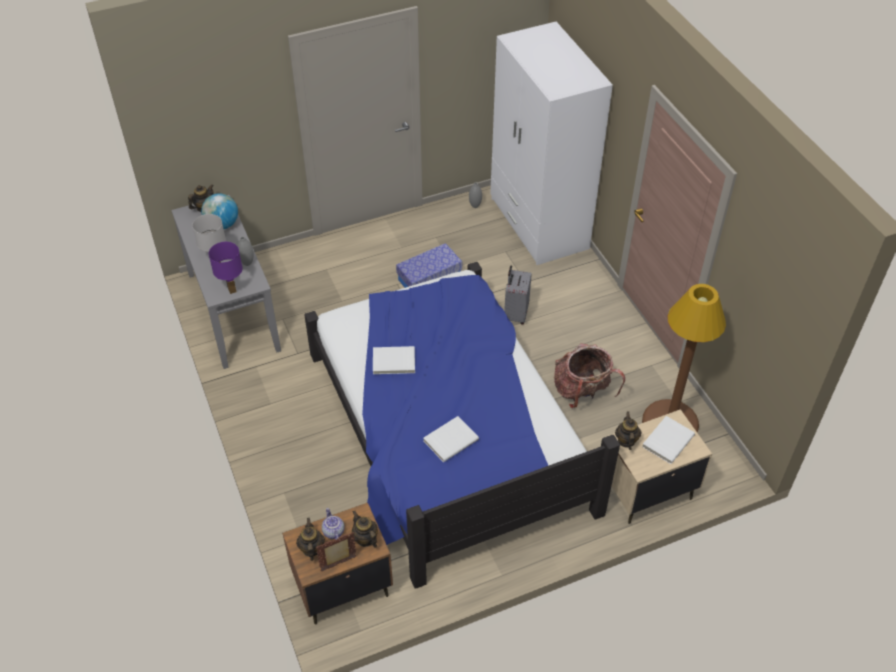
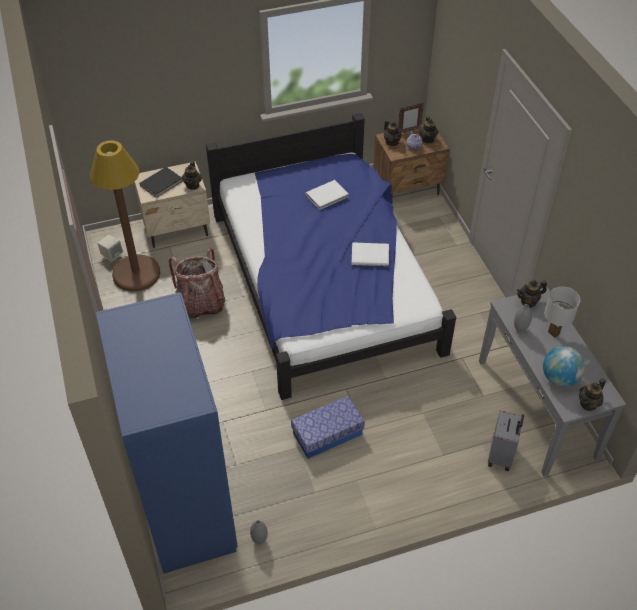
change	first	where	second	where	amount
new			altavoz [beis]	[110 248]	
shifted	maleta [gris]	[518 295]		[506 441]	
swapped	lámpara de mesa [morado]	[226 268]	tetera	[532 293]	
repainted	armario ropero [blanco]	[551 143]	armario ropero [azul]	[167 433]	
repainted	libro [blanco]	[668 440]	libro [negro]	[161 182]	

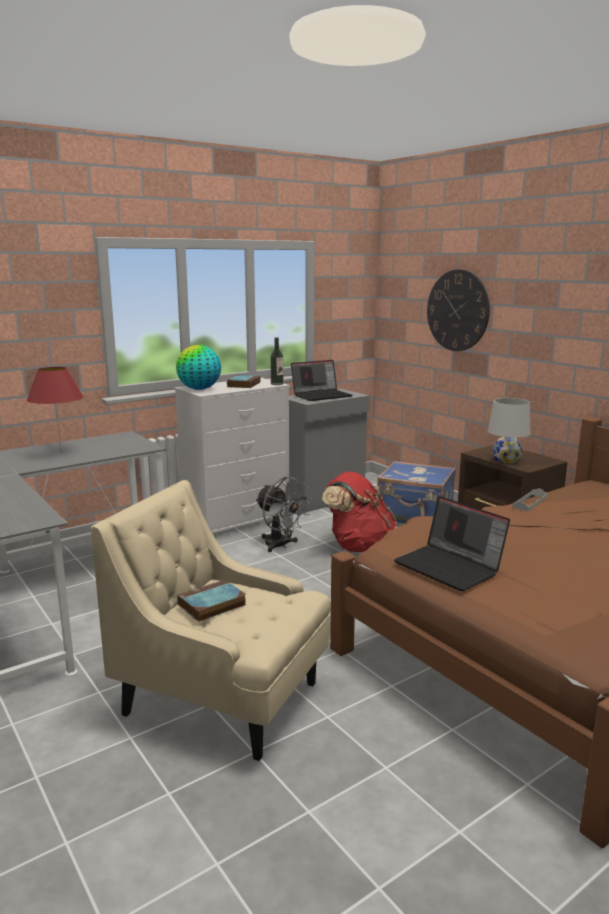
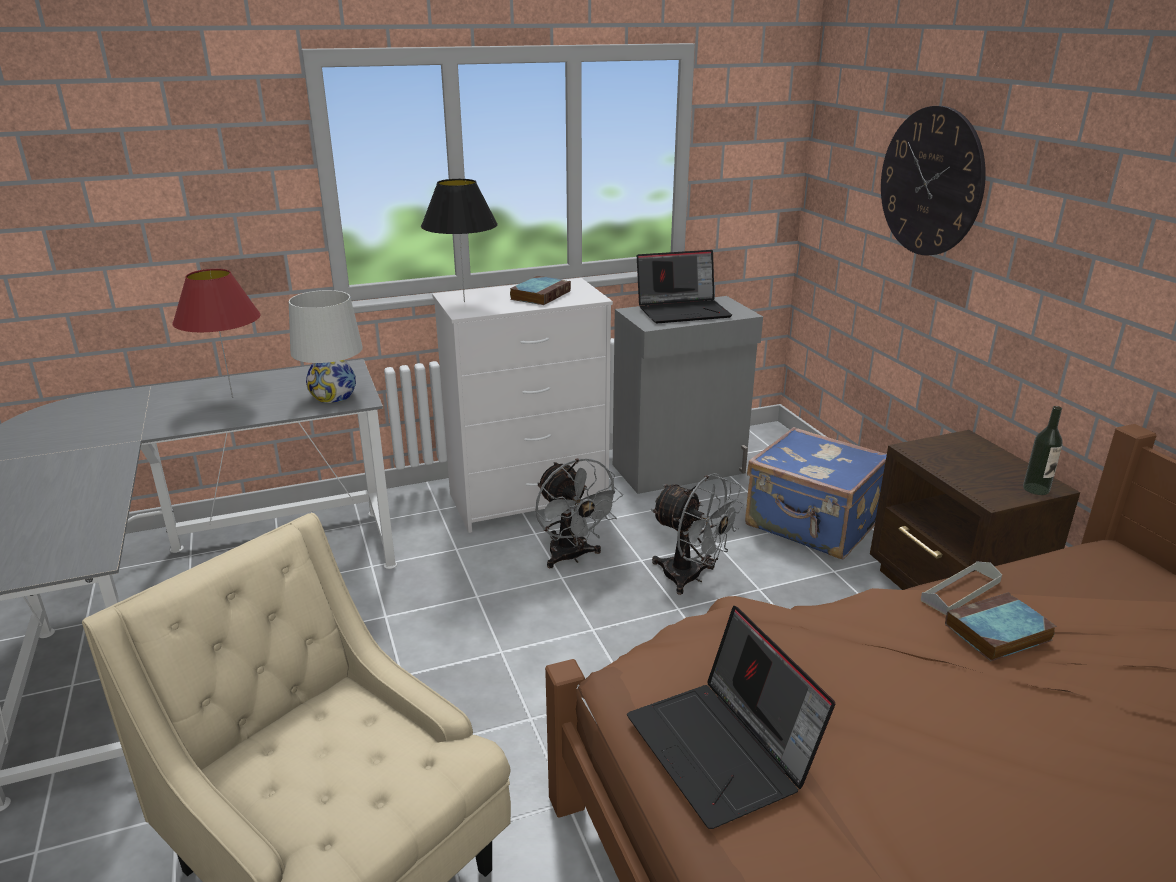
change	first	where	second	where	amount
shifted	libro	[211 601]		[1001 626]	
shifted	botella	[276 361]		[1043 450]	
shifted	lámpara de mesa [blanco]	[509 430]		[326 346]	
swapped	globo terráqueo	[198 367]	lámpara de mesa [negro]	[459 240]	
swapped	mochila [rojo]	[359 511]	ventilador [gris]	[697 534]	

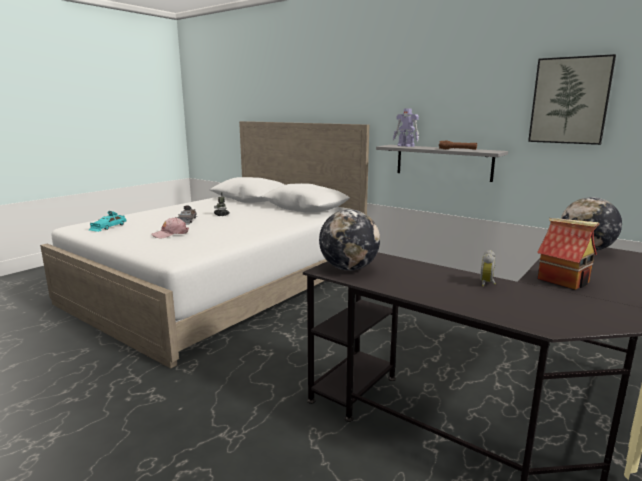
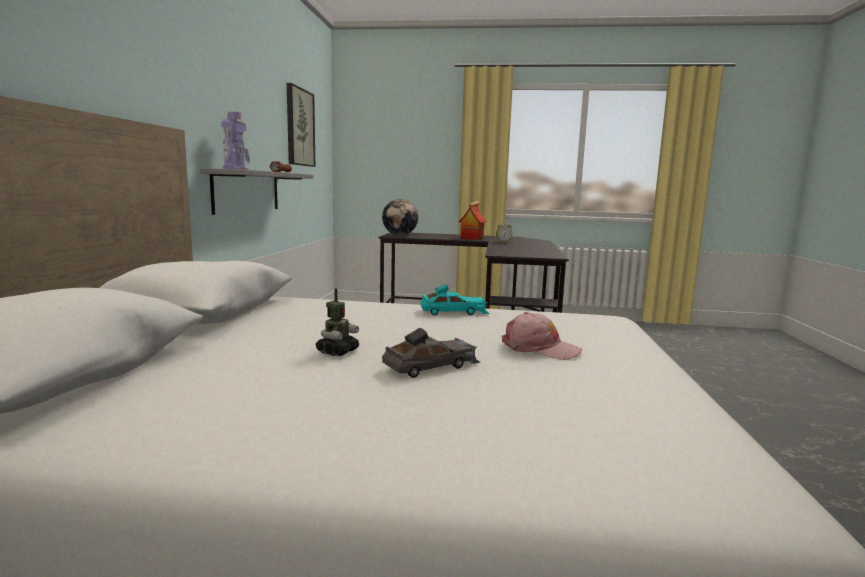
change	first	where	second	where	amount
gone	globo terráqueo	[349 240]			
shifted	coche de juguete [turquesa]	[107 221]		[455 299]	

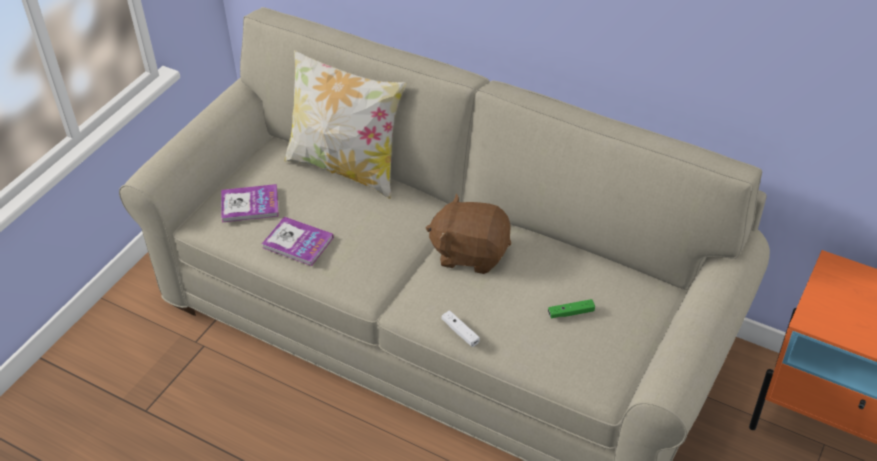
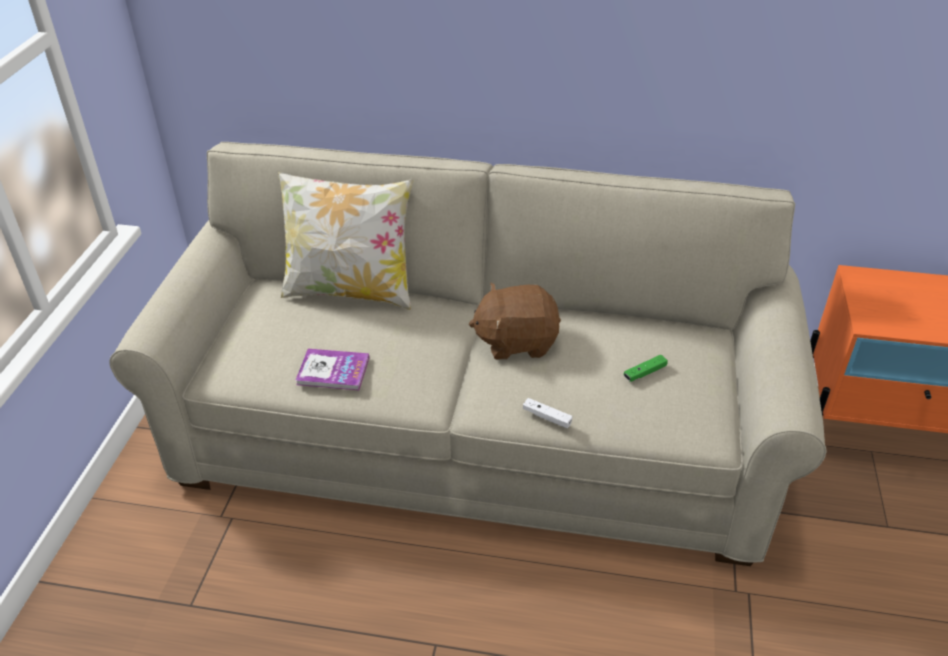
change	first	where	second	where	amount
gone	libro	[250 203]			

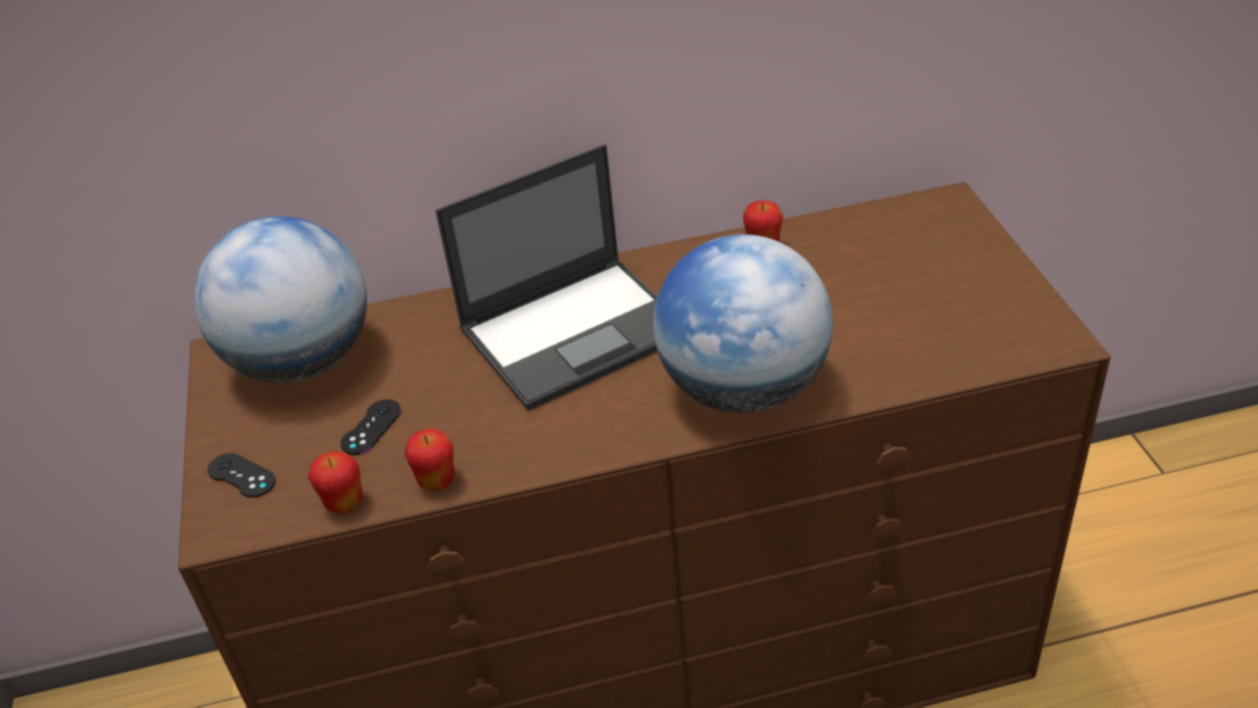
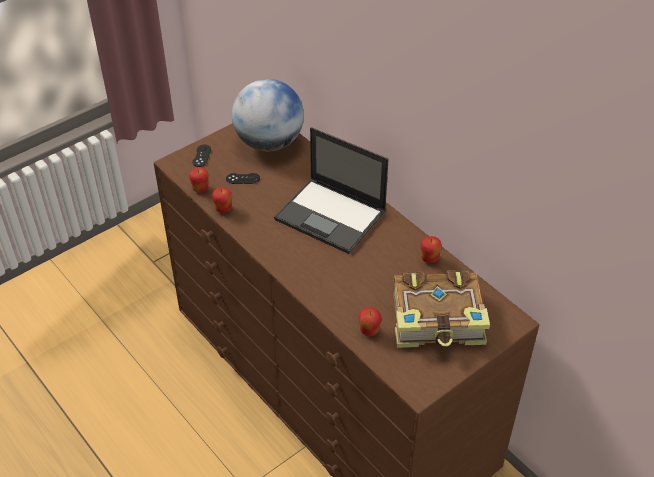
change	first	where	second	where	amount
gone	globo terráqueo	[743 323]			
new			manzana	[370 321]	
new			libro	[441 309]	

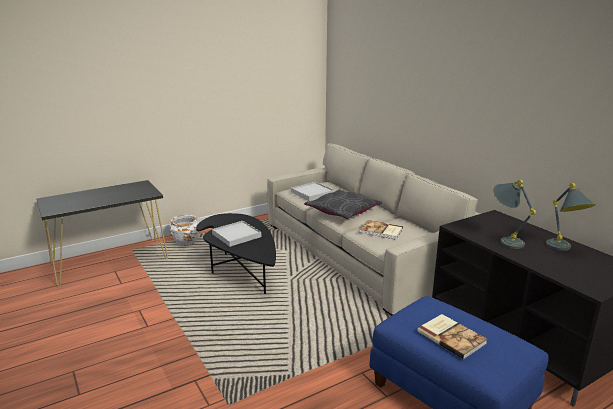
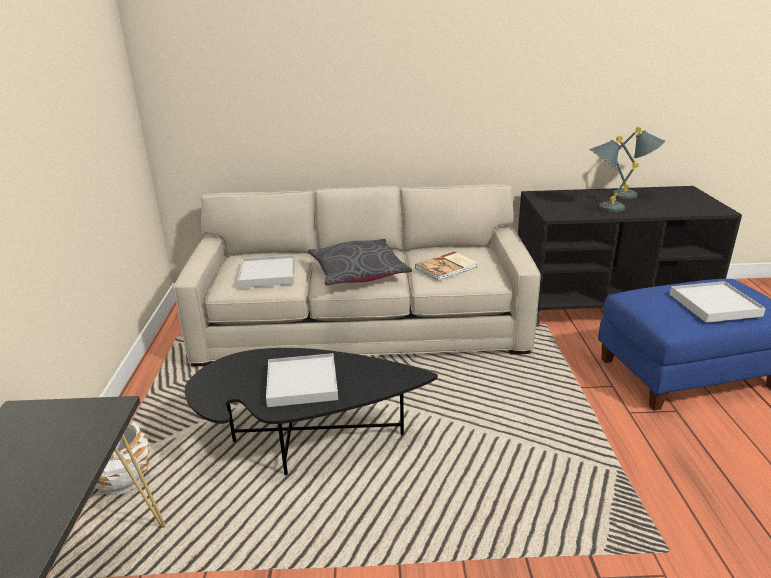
change	first	where	second	where	amount
swapped	libro	[452 337]	bandeja [blanco]	[718 302]	

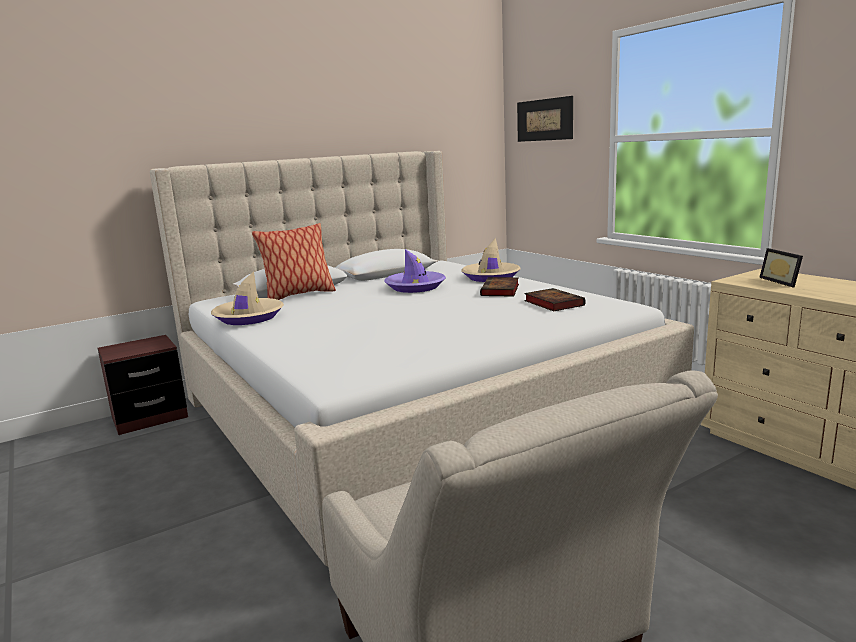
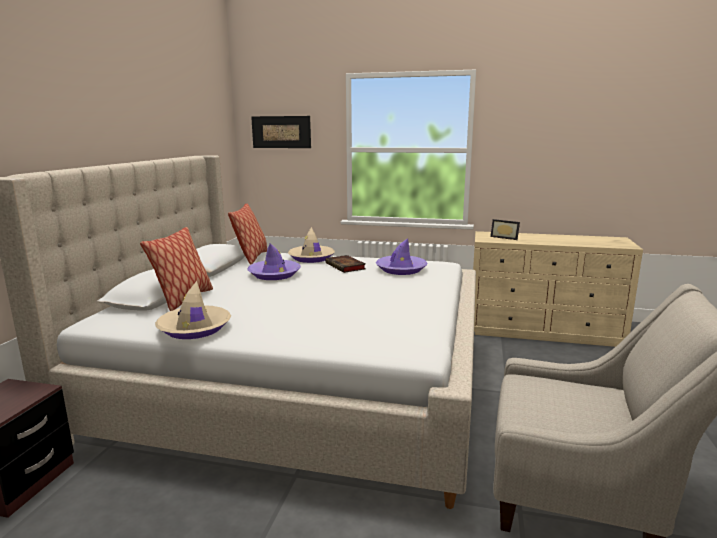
change	first	where	second	where	amount
new			cojín	[247 234]	
swapped	libro	[554 299]	sombrero [morado]	[401 257]	

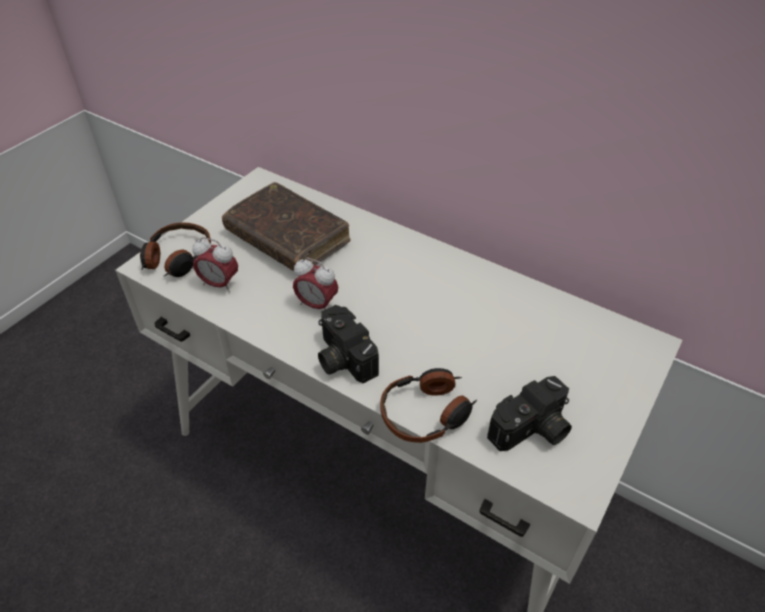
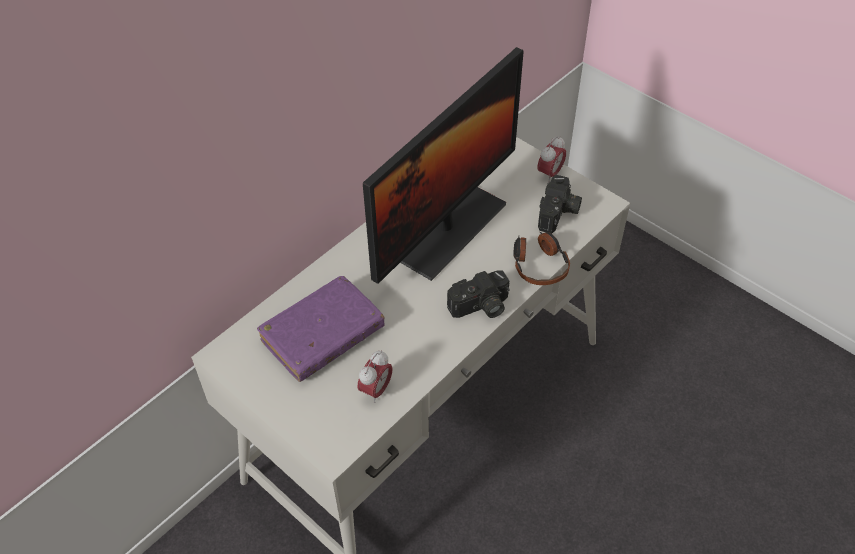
change	first	where	second	where	amount
gone	auriculares	[175 250]			
new			monitor	[443 165]	
shifted	despertador	[315 283]		[552 159]	
repainted	libro [marrón]	[286 226]	libro [morado]	[320 329]	
rotated	cámara	[529 413]		[560 204]	45 degrees clockwise

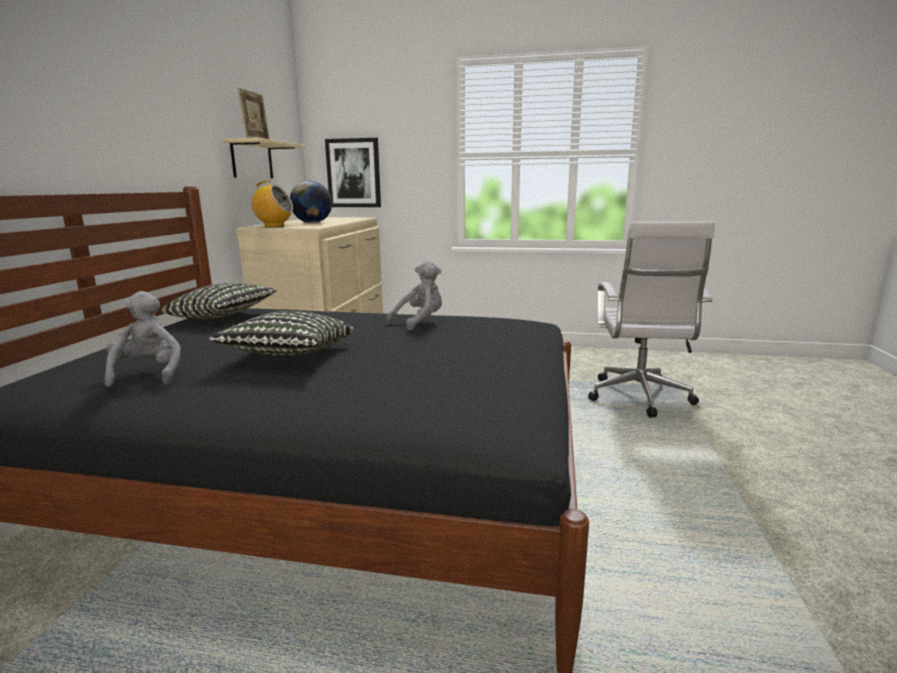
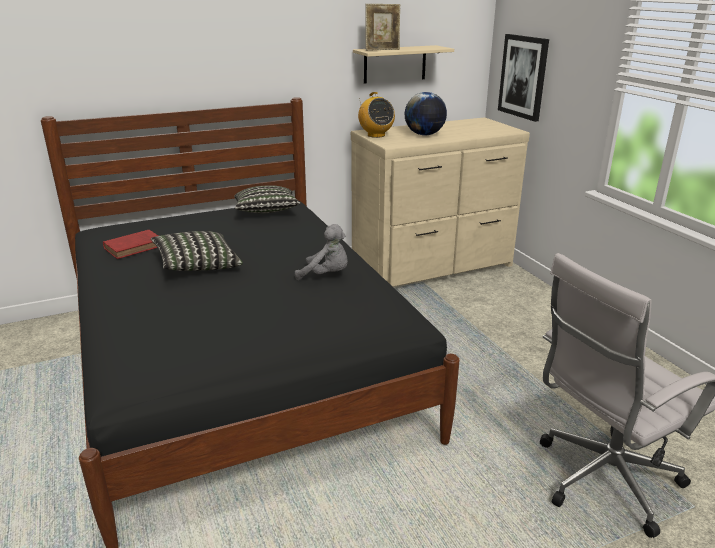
change	first	where	second	where	amount
swapped	peluche [gris]	[143 339]	libro [rojo]	[130 244]	

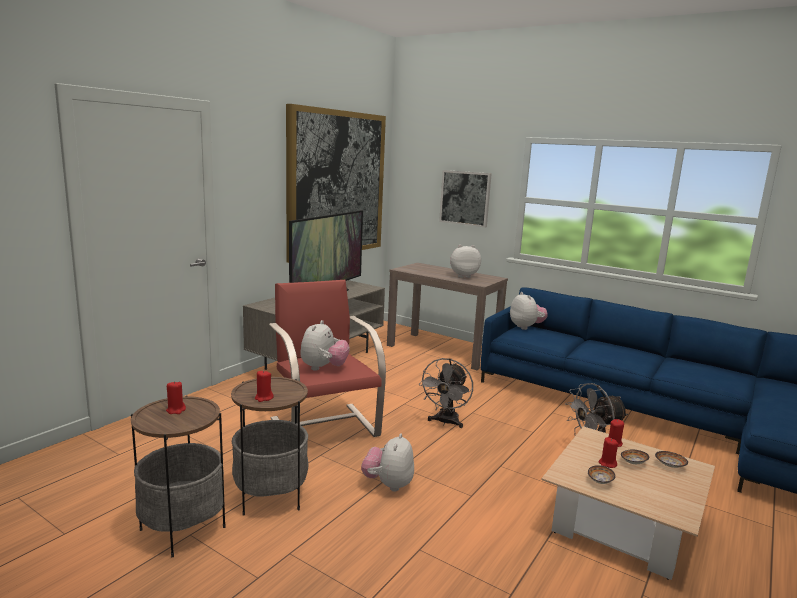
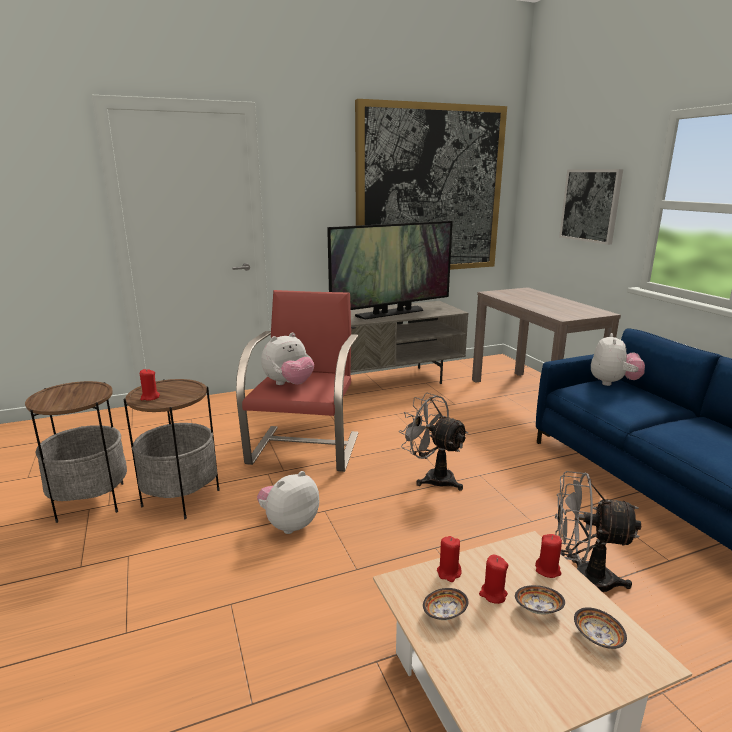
change	first	where	second	where	amount
gone	peluche	[465 261]			
shifted	vela [rojo]	[176 397]		[449 559]	
rotated	ventilador [gris]	[446 393]		[433 442]	75 degrees clockwise

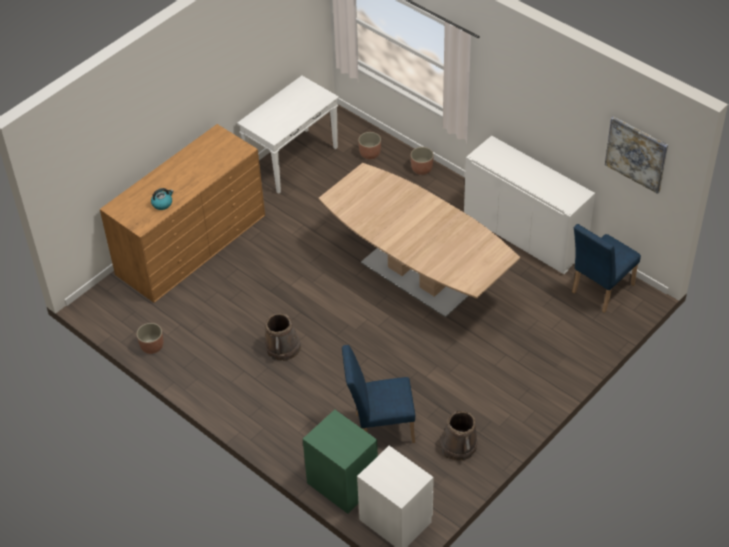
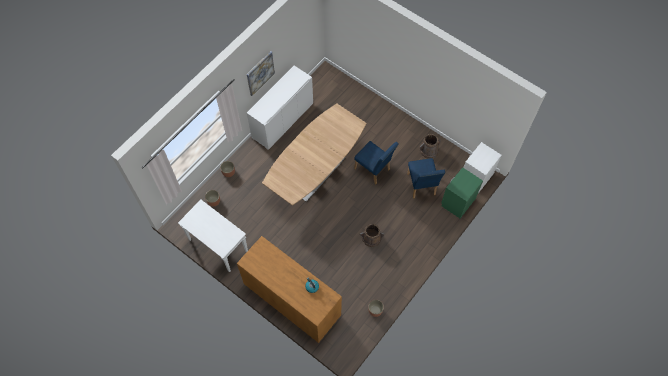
change	first	where	second	where	amount
shifted	silla [azul]	[606 268]		[376 162]	
shifted	cuadro	[636 155]		[261 73]	

